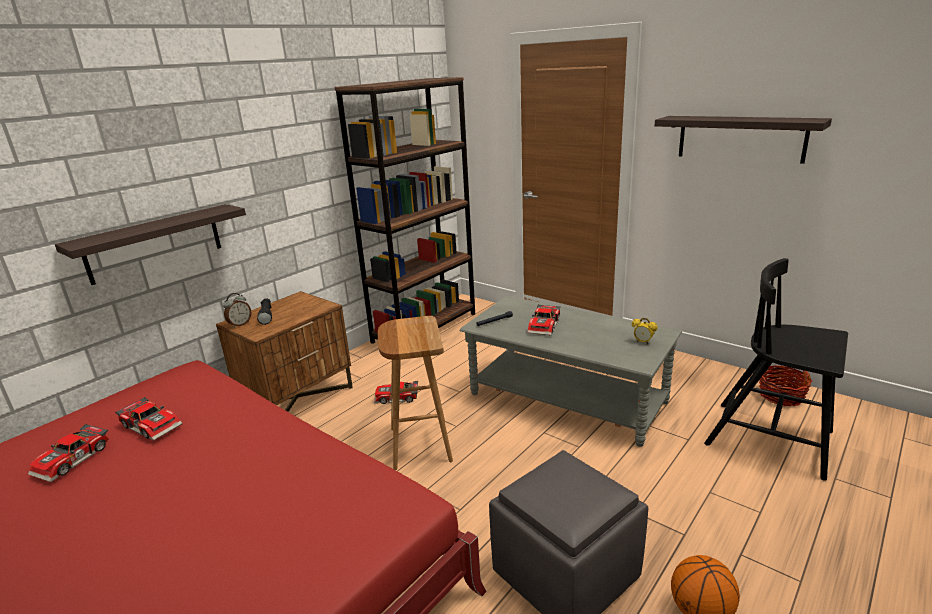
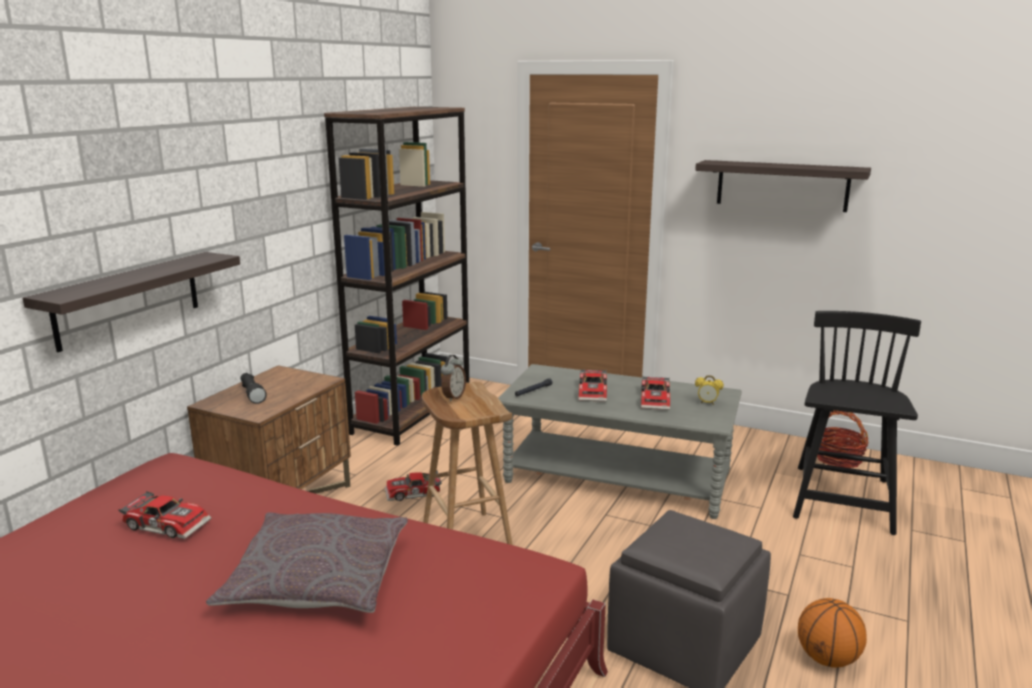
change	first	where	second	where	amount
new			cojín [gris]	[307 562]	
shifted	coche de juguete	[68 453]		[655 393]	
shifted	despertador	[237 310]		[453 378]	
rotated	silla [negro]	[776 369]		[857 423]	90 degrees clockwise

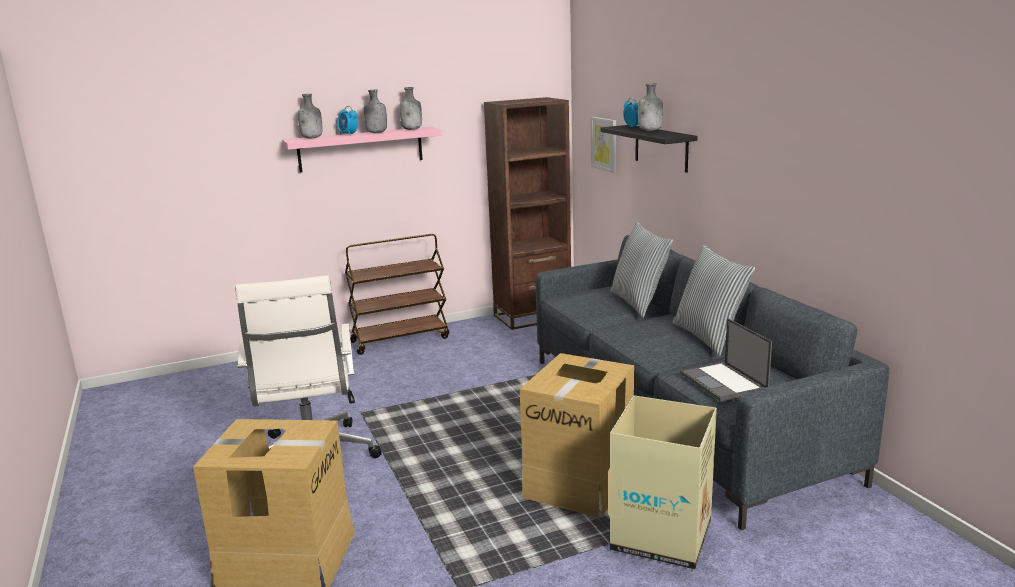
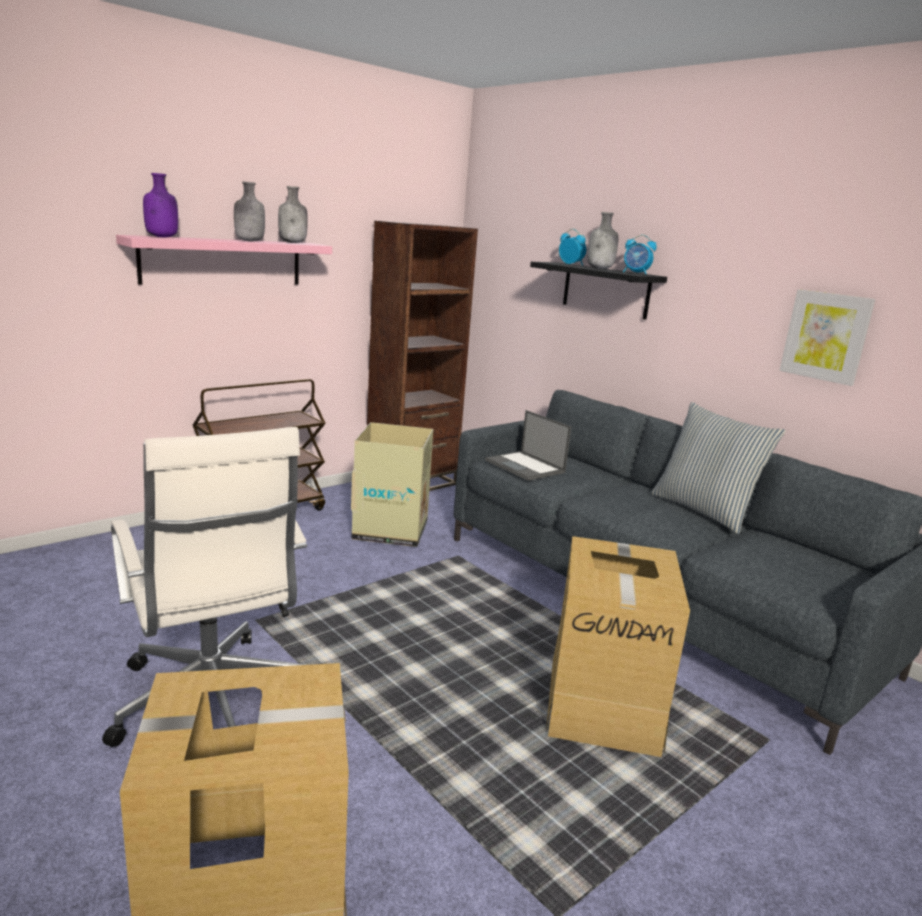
change	first	where	second	where	amount
gone	cojín	[641 270]			
shifted	despertador	[347 121]		[640 255]	
shifted	cuadro	[603 145]		[827 337]	
shifted	caja de cartón	[662 482]		[392 484]	
shifted	portátil	[726 360]		[528 445]	
repainted	botella [gris]	[310 116]	botella [morado]	[160 205]	

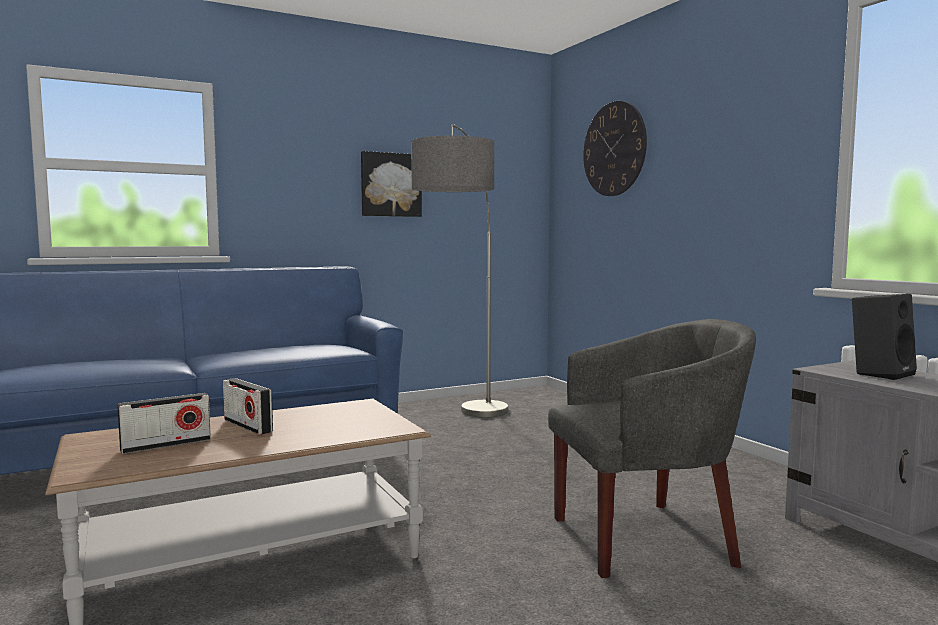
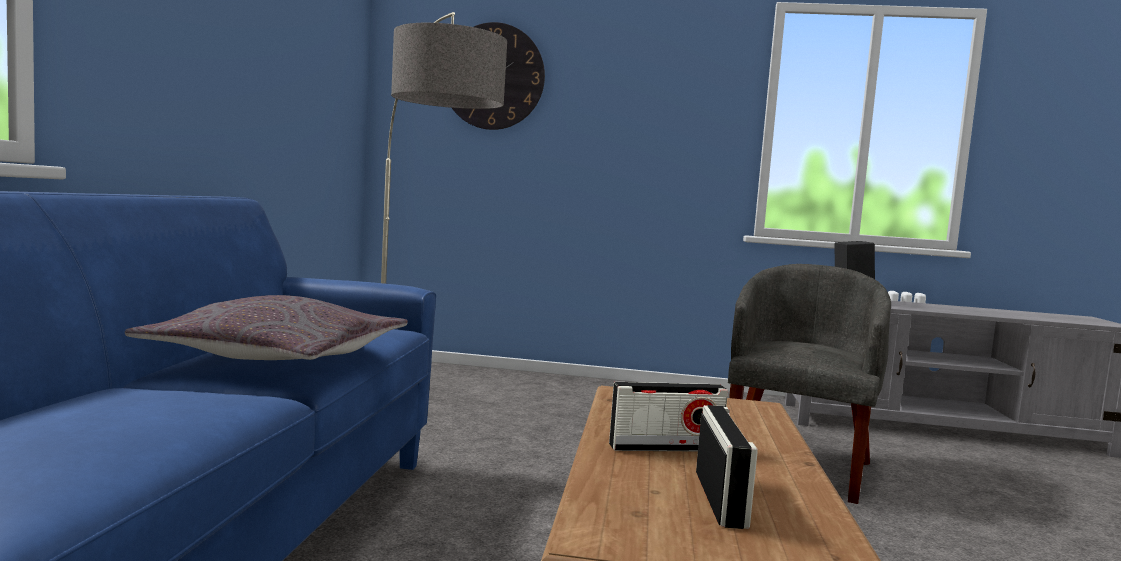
change	first	where	second	where	amount
gone	cuadro	[391 184]			
new			cojín [gris]	[266 327]	

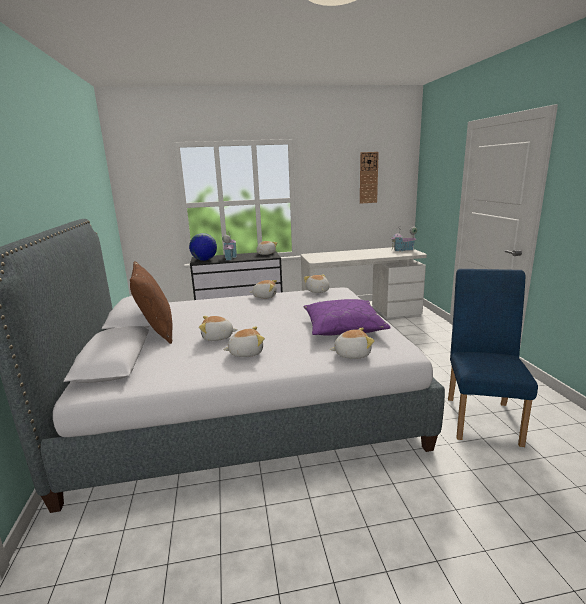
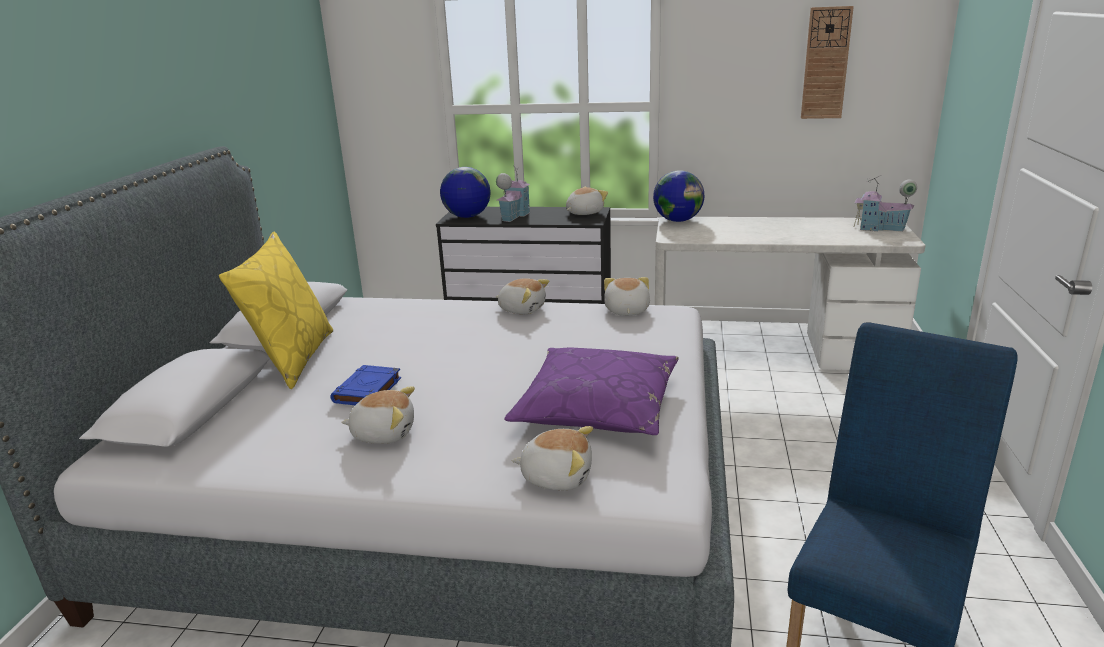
change	first	where	second	where	amount
new			globo terráqueo	[678 196]	
swapped	peluche	[218 328]	libro [azul]	[366 385]	
repainted	cojín [marrón]	[151 302]	cojín [amarillo]	[276 310]	

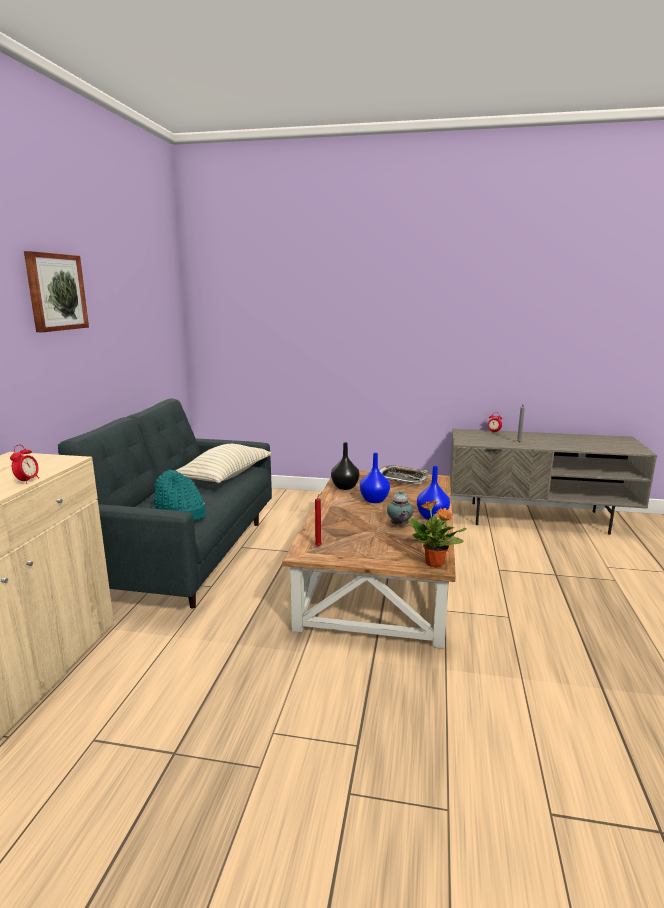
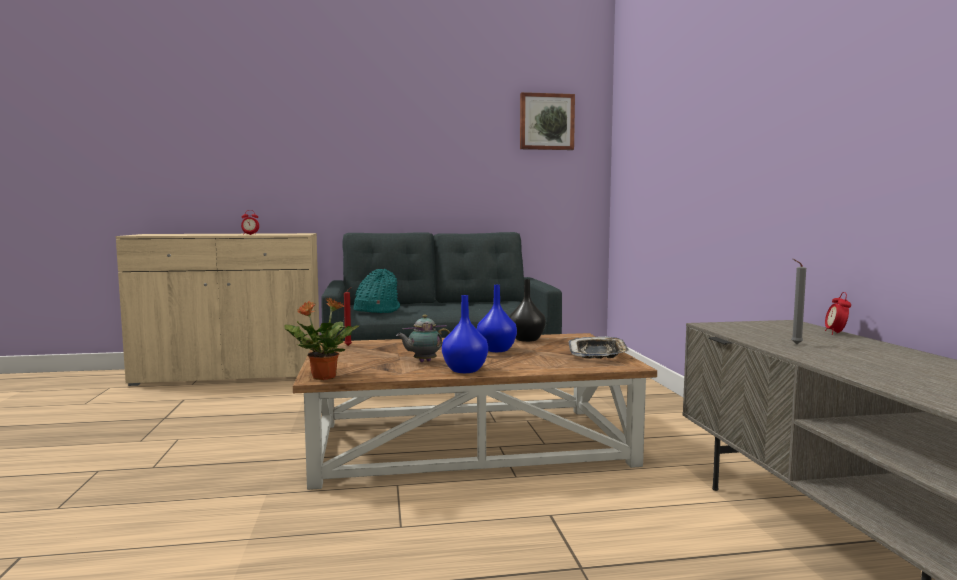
change	first	where	second	where	amount
gone	cojín	[223 463]			
shifted	cuadro	[56 291]		[547 121]	

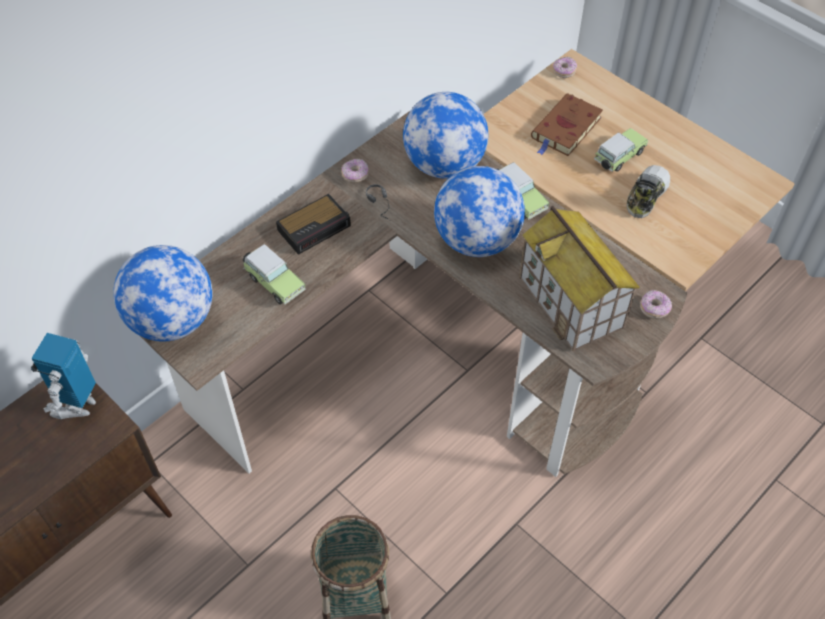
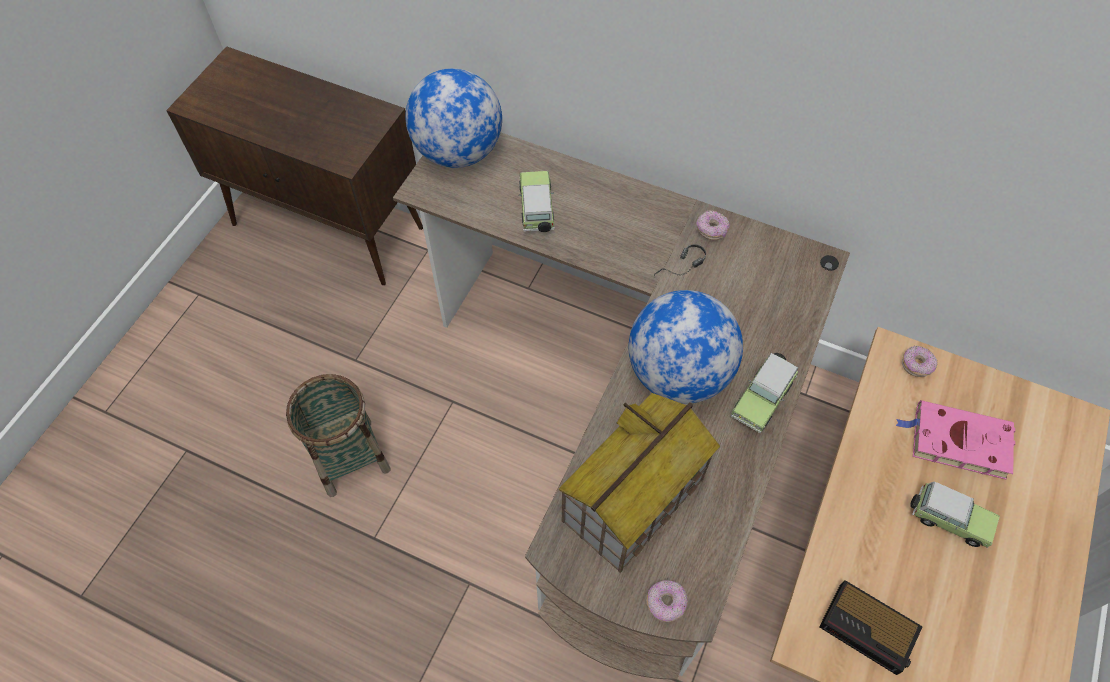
change	first	where	second	where	amount
gone	robot de juguete	[63 376]			
gone	globo terráqueo	[445 135]			
gone	zapato	[648 191]			
shifted	despertador	[313 224]		[871 627]	
shifted	rosquilla	[565 67]		[920 361]	
repainted	libro [marrón]	[567 124]	libro [rosa]	[955 439]	
rotated	coche de juguete	[274 274]		[537 201]	150 degrees clockwise

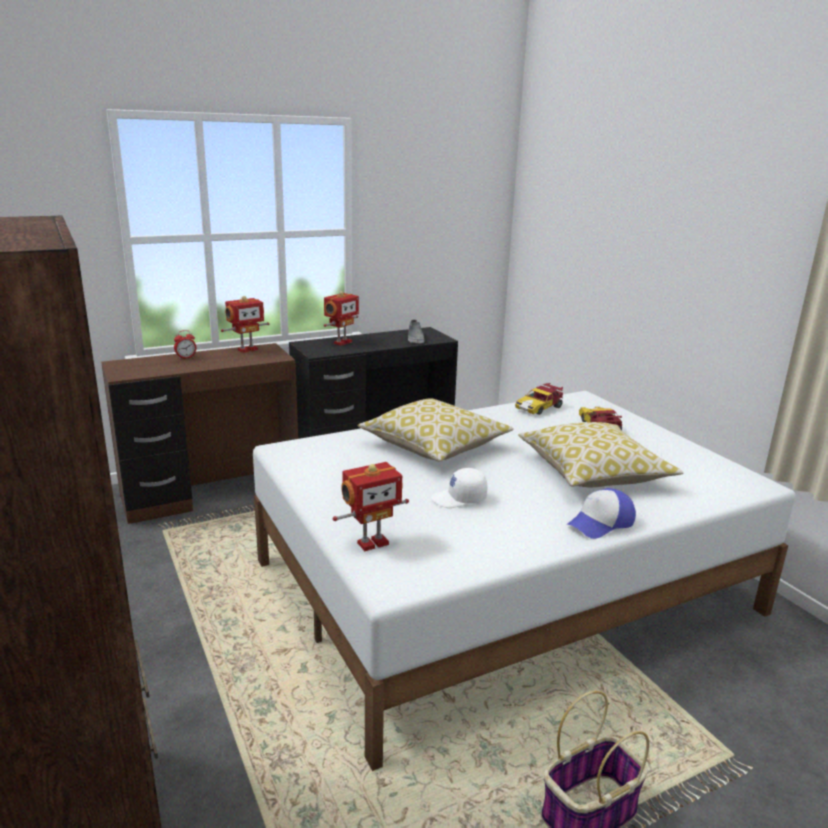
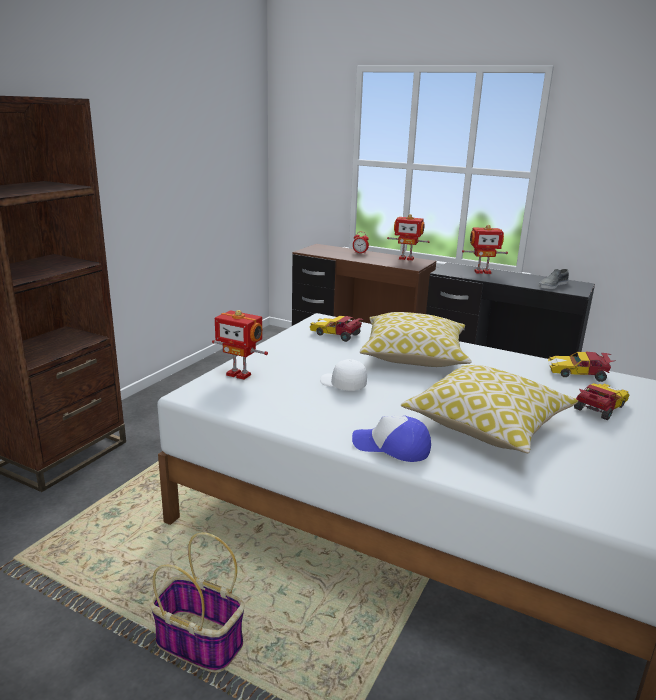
change	first	where	second	where	amount
new			coche de juguete	[336 329]	

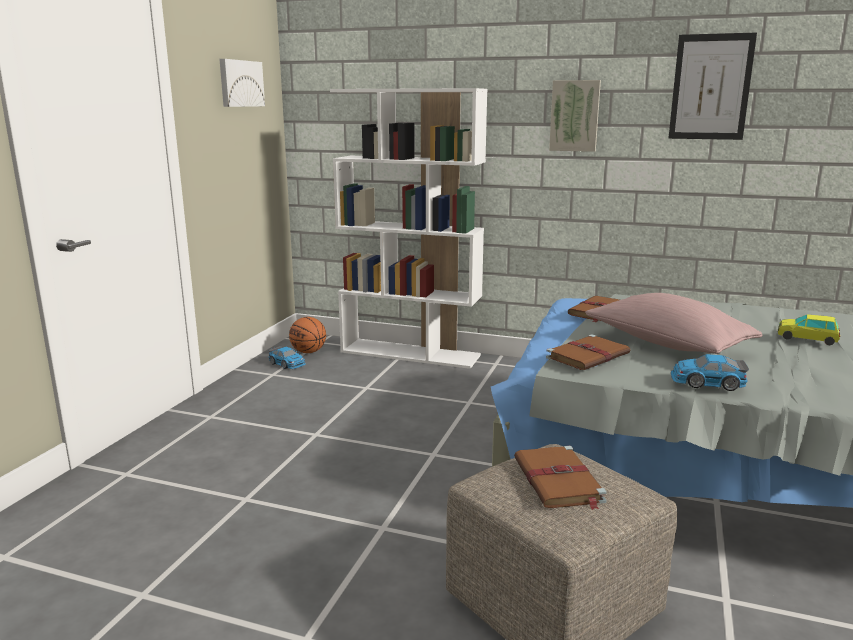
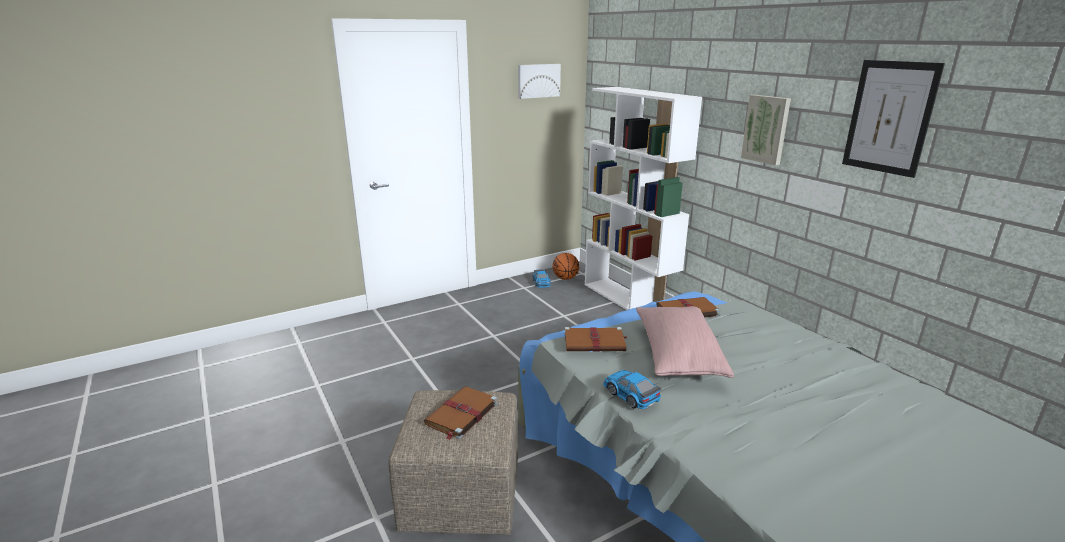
change	first	where	second	where	amount
gone	coche de juguete	[809 329]			

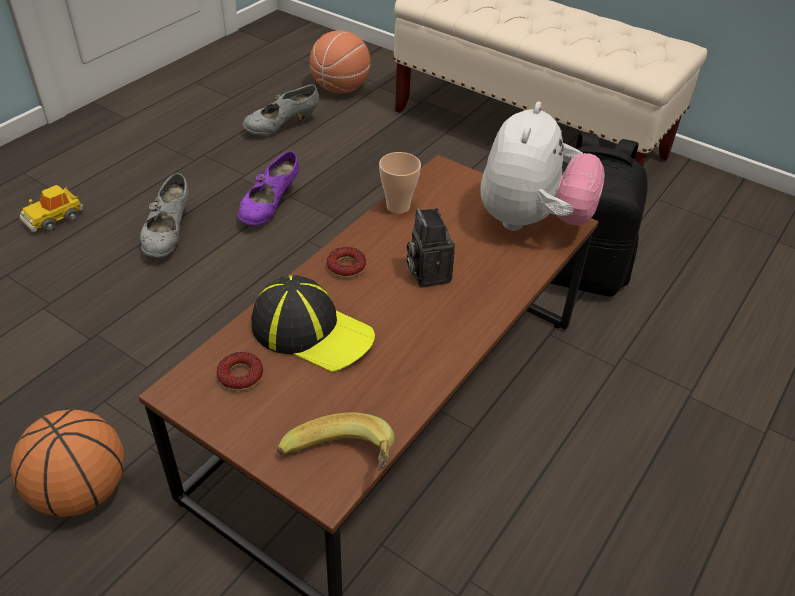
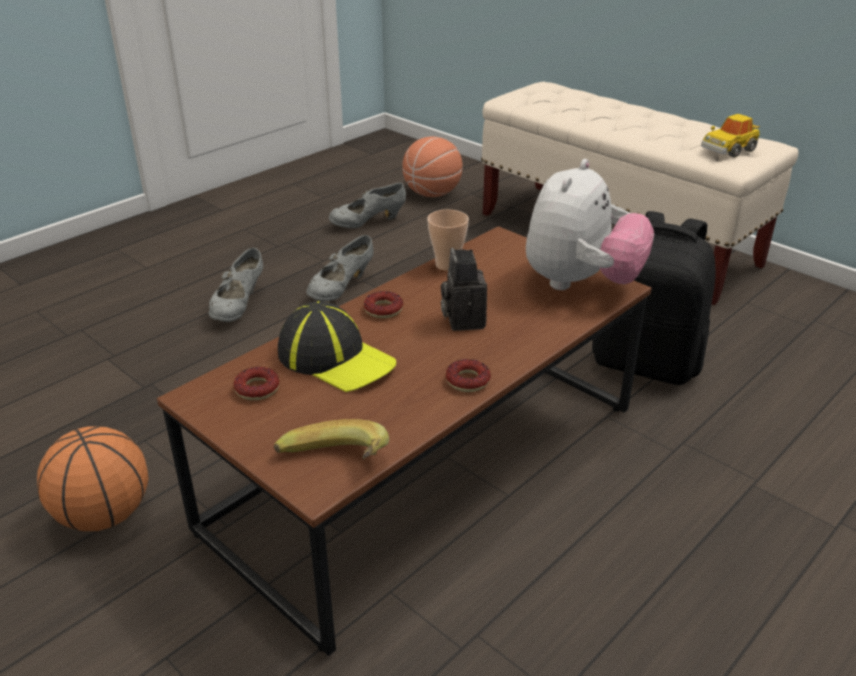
change	first	where	second	where	amount
new			rosquilla	[468 375]	
shifted	coche de juguete	[51 208]		[730 136]	
repainted	zapato [morado]	[268 188]	zapato [gris]	[340 268]	

